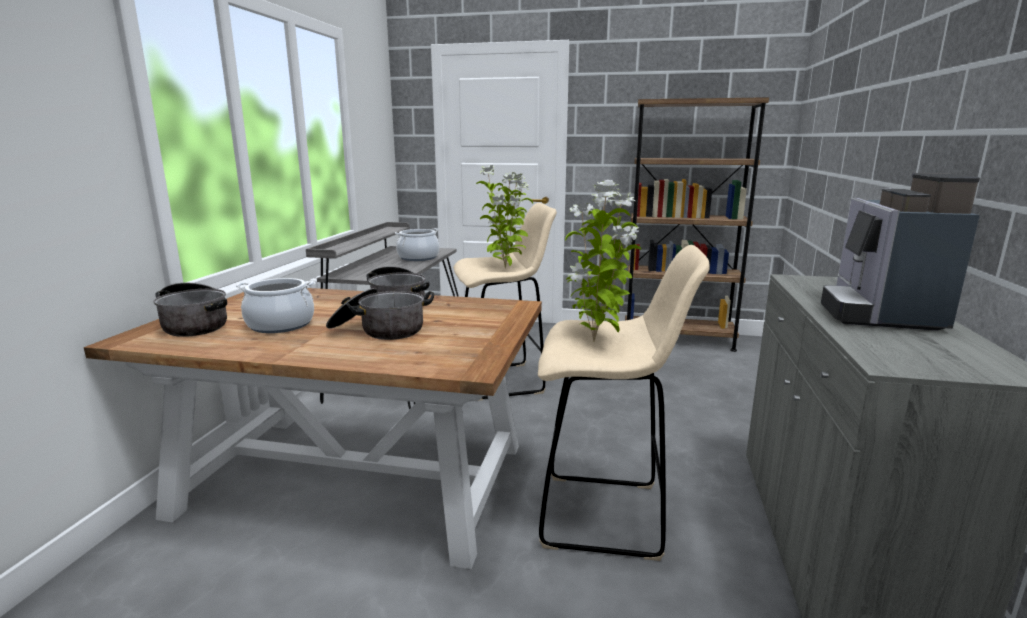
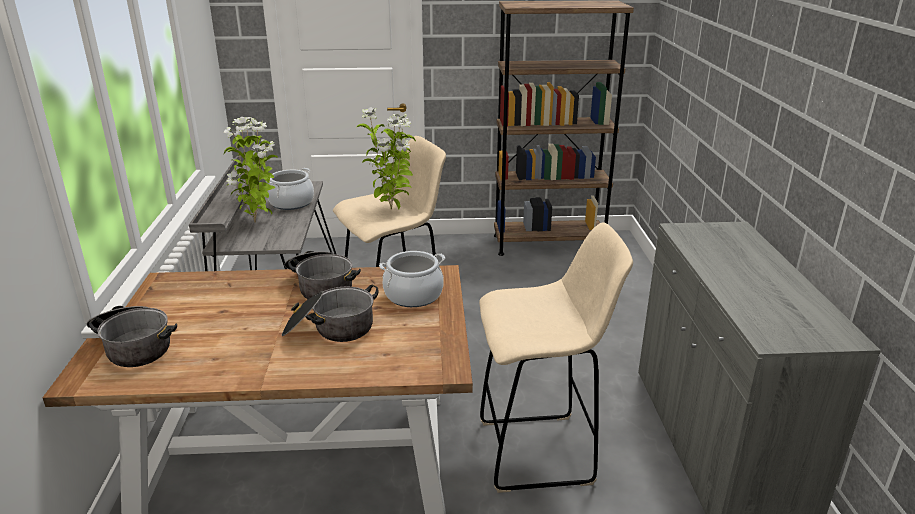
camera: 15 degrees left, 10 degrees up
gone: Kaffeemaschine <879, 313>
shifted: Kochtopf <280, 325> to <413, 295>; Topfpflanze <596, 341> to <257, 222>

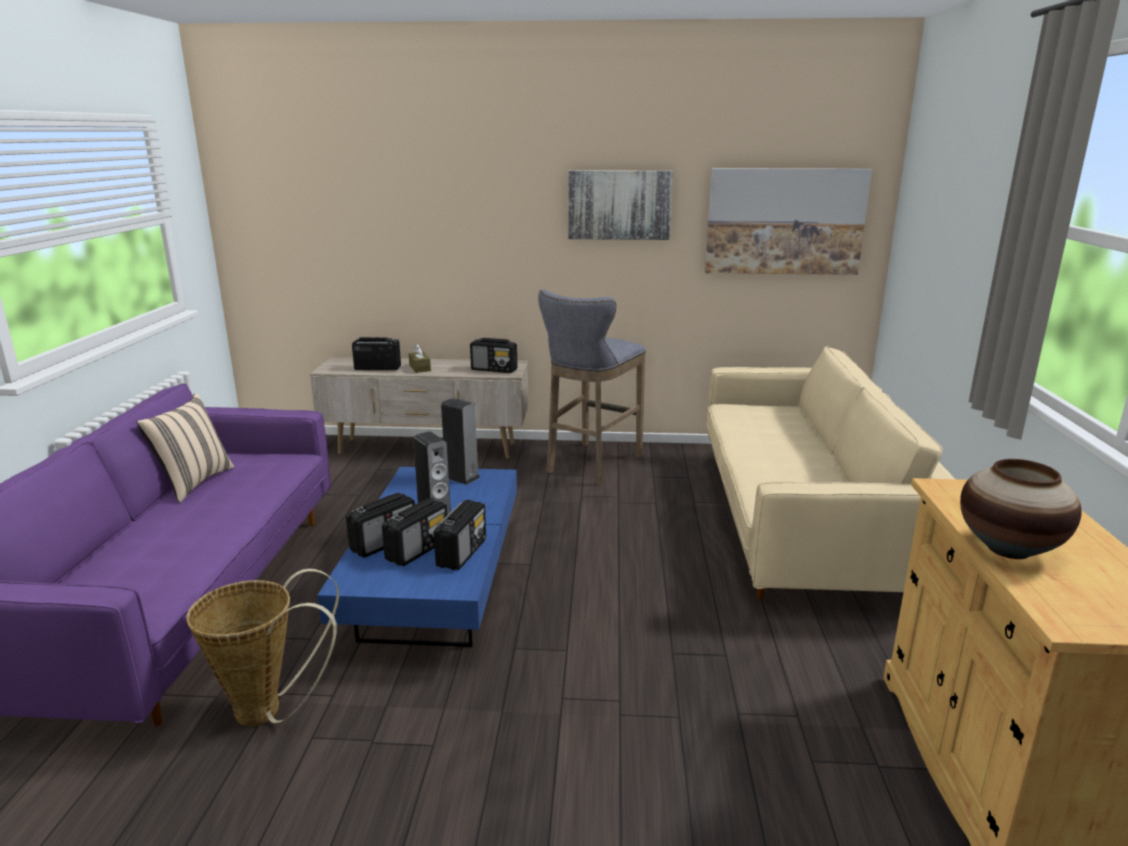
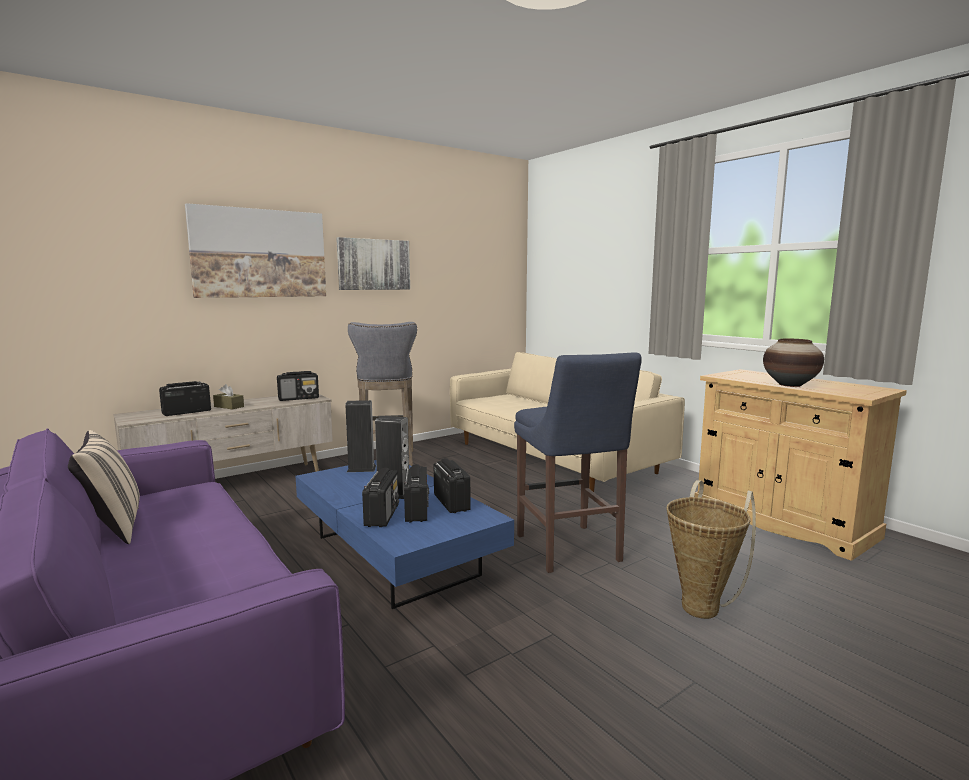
camera: 40 degrees left, 10 degrees down
new: Hocker (blau) <569, 550>
shifted: Korb <269, 711> to <703, 605>; Bild <784, 221> to <259, 253>

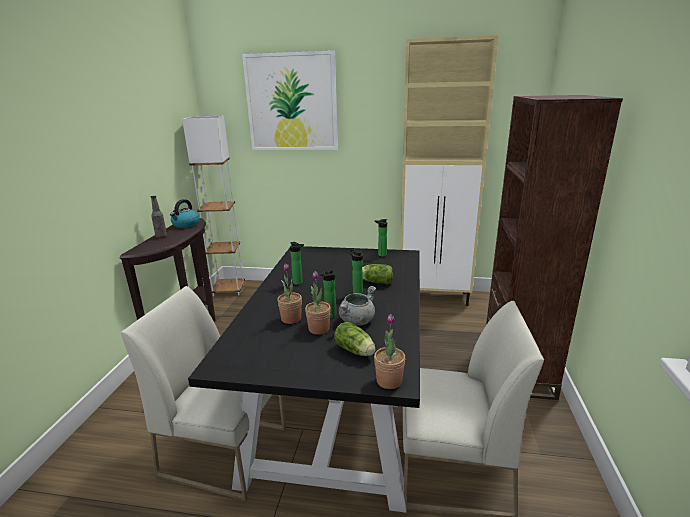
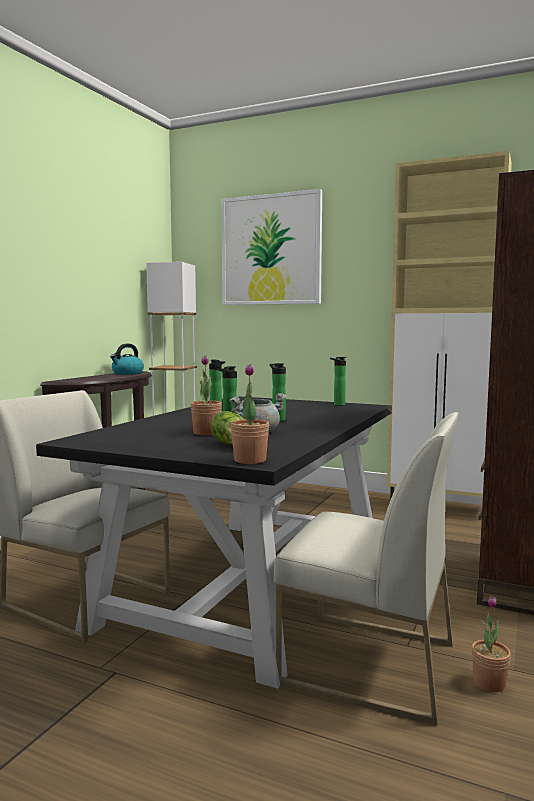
camera: 15 degrees right, 15 degrees down
gone: Flasche <161, 236>; Salatkopf <375, 282>
shifted: Topfpflanze <291, 319> to <489, 683>

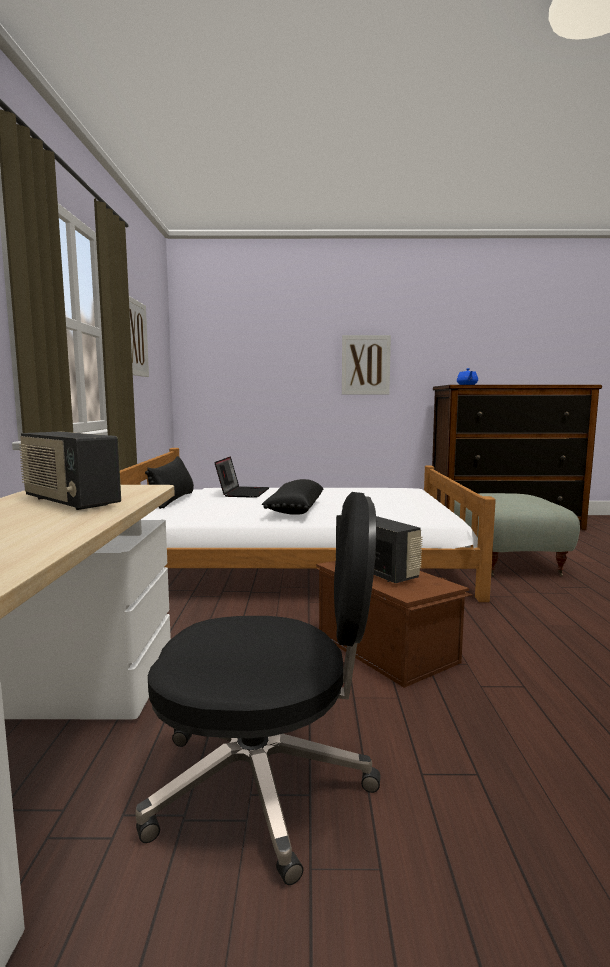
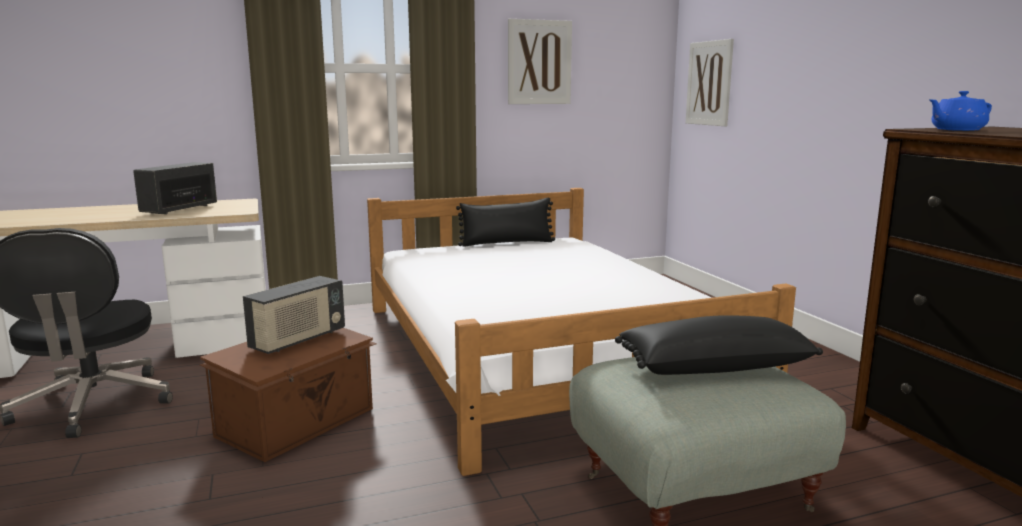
camera: 70 degrees right, 5 degrees up
gone: Laptop <243, 492>
shifted: Kissen (schwarz) <294, 509> to <713, 366>; Bild <365, 365> to <709, 83>

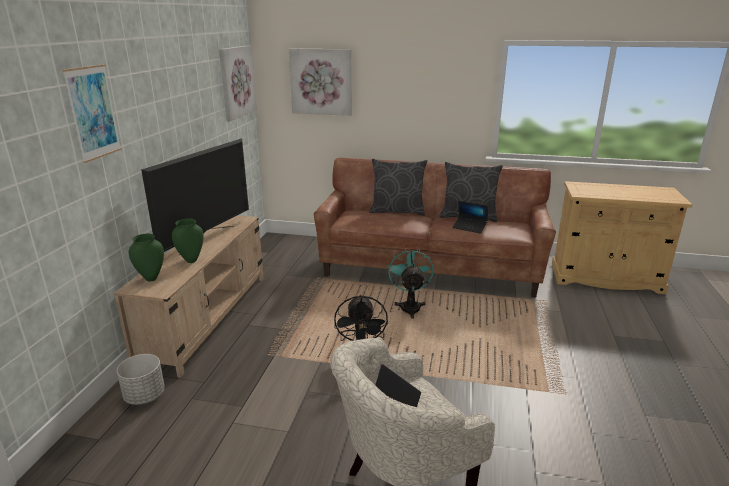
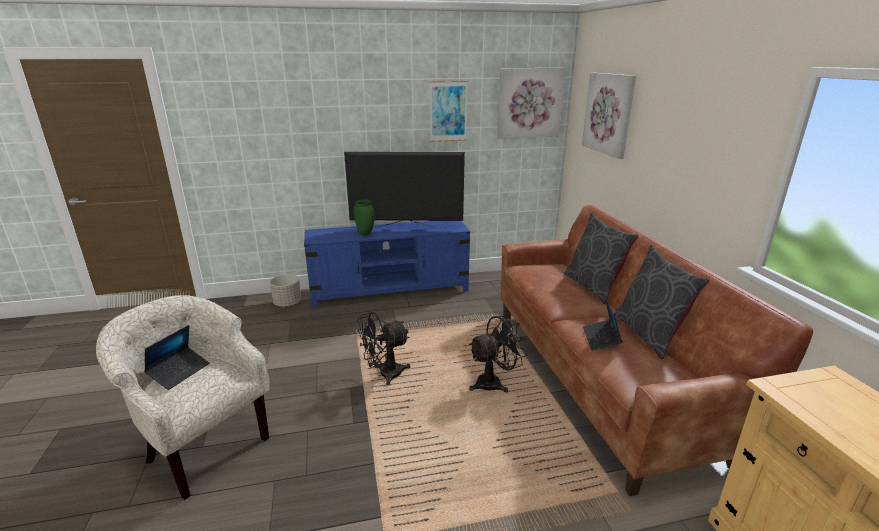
camera: 65 degrees right, 0 degrees up
gone: Vase (grün) <151, 278>
shifted: Bild <93, 112> to <448, 111>
repainted: Fernsehschrank (beige) <207, 317> to Fernsehschrank (blau) <390, 290>; Ventilator (türkis) <410, 306> to Ventilator (schwarz) <494, 382>

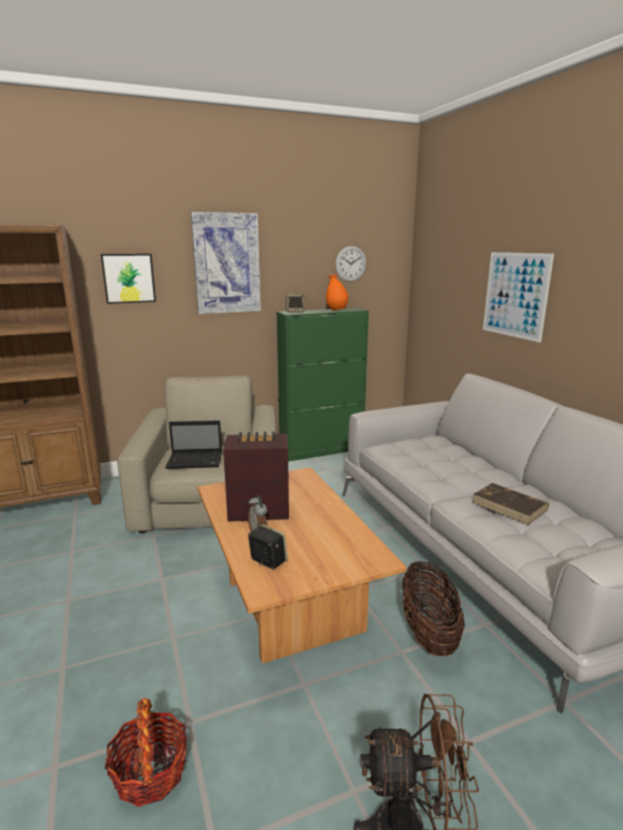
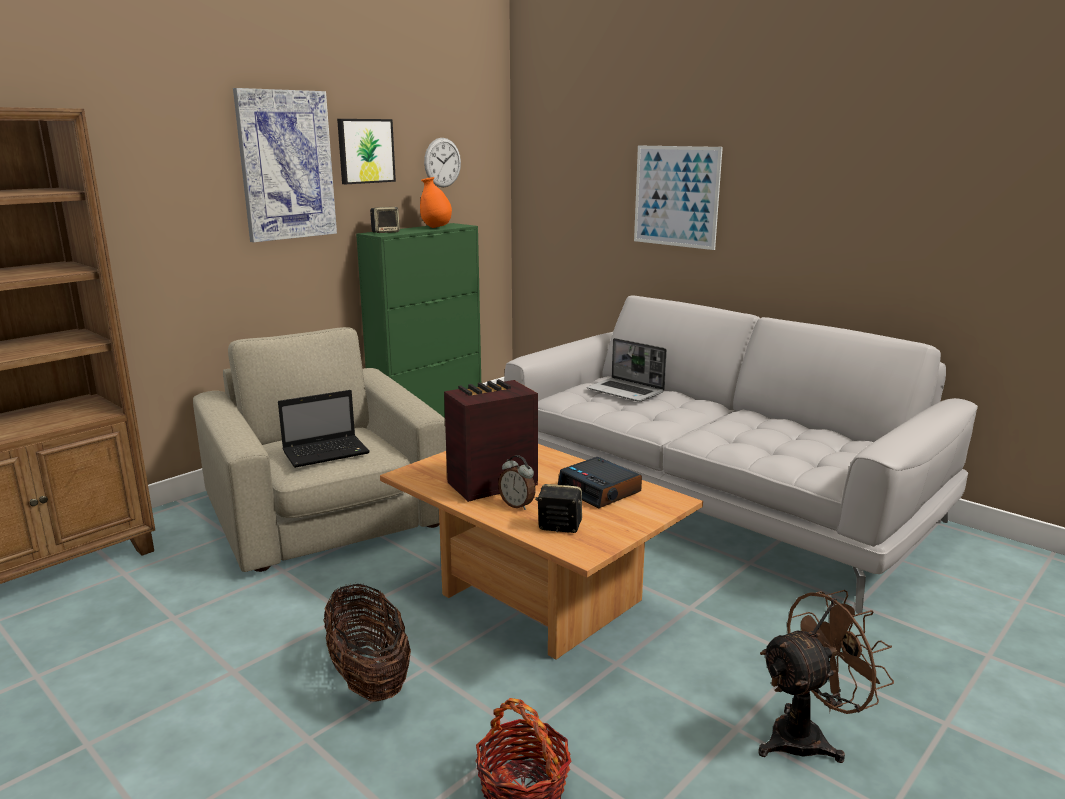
camera: 25 degrees left, 0 degrees up
gone: Buch (braun) <510, 506>
new: Wecker <600, 490>; Laptop <626, 391>
shifted: Bild <128, 278> to <365, 151>; Korb <428, 633> to <369, 678>

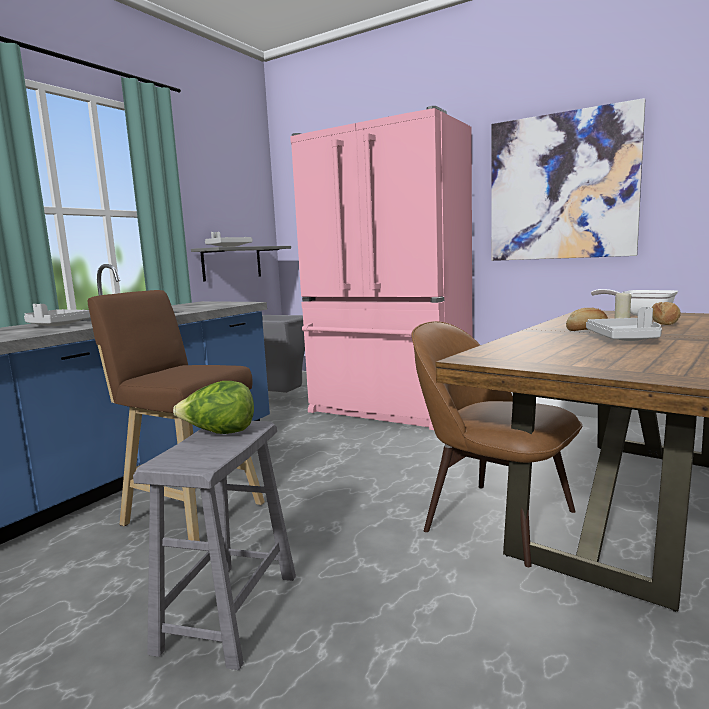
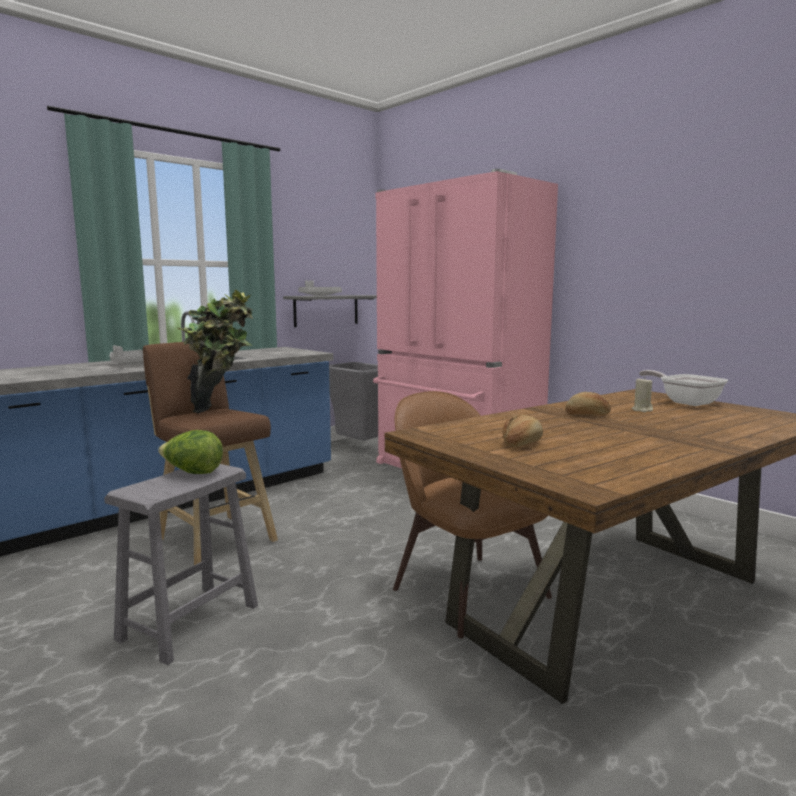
camera: 15 degrees right, 0 degrees up
gone: Bild <562, 187>; Tablett (grau) <625, 339>
new: Topfpflanze <221, 409>
shifted: Brot <664, 323> to <521, 443>

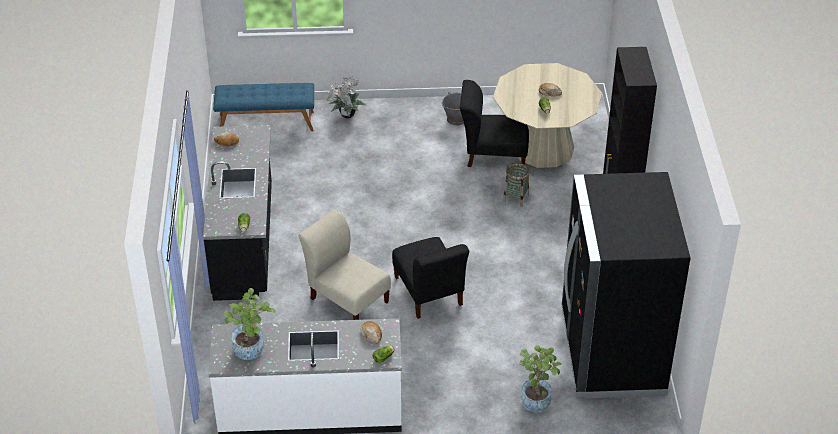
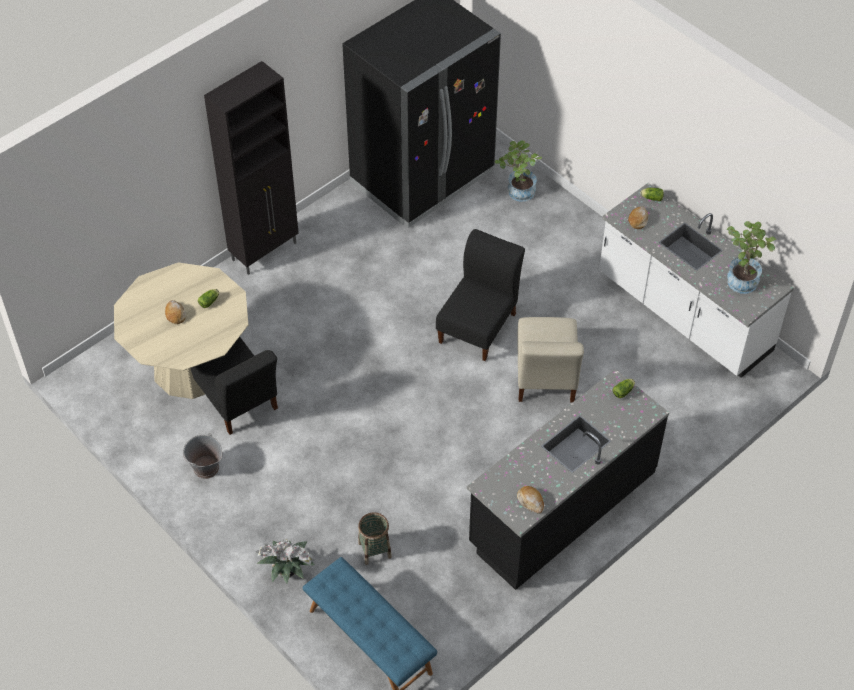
camera: 130 degrees left, 10 degrees up
shifted: Korb <516, 198> to <374, 550>

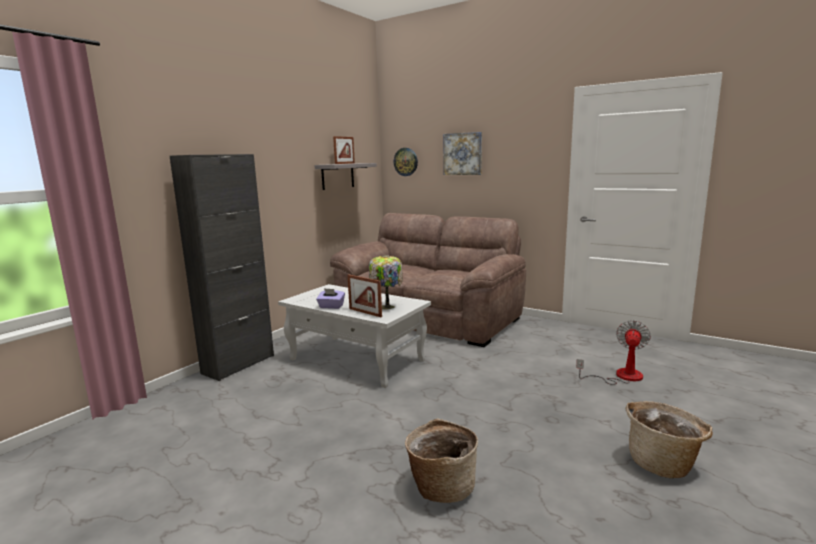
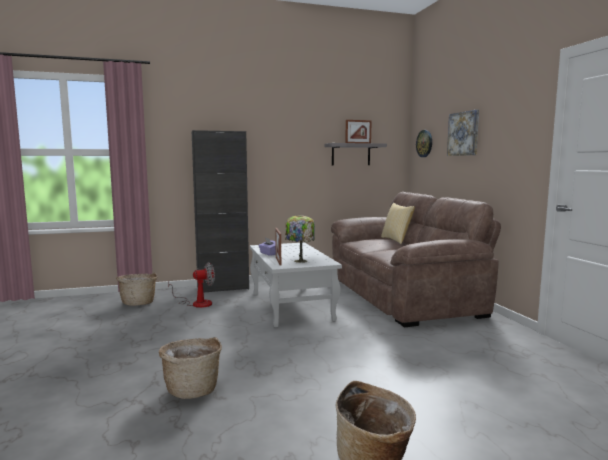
camera: 40 degrees right, 5 degrees down
new: Korb <139, 303>; Kissen <396, 240>
shifted: Ventilator <620, 376> to <196, 303>

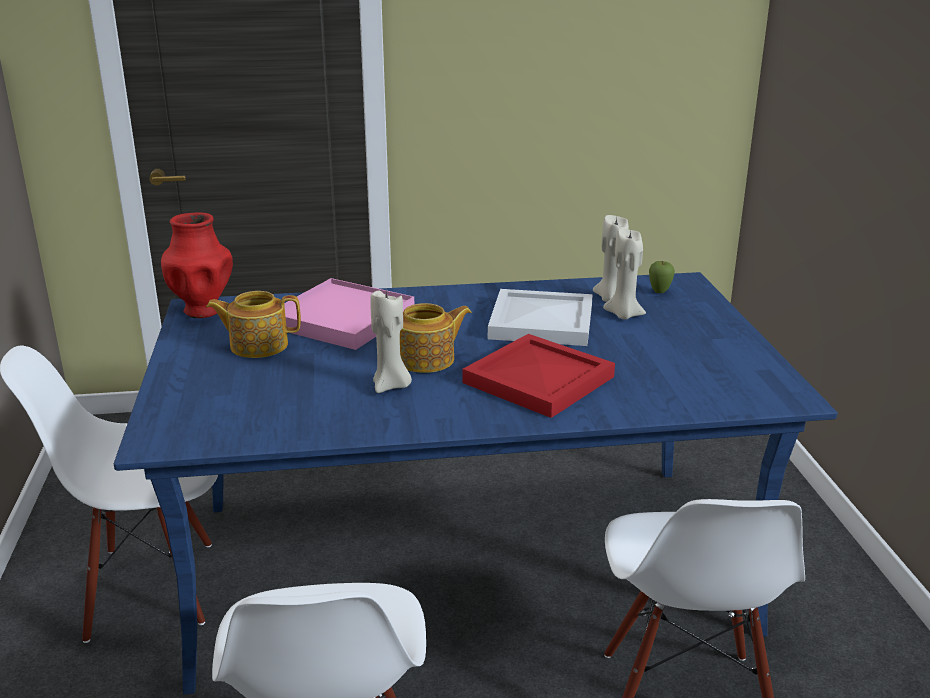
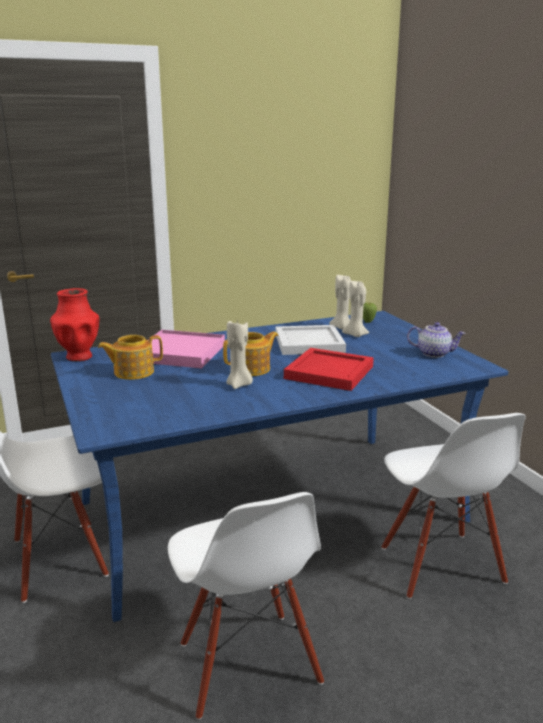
camera: 15 degrees left, 5 degrees down
new: Teekanne <434, 353>

